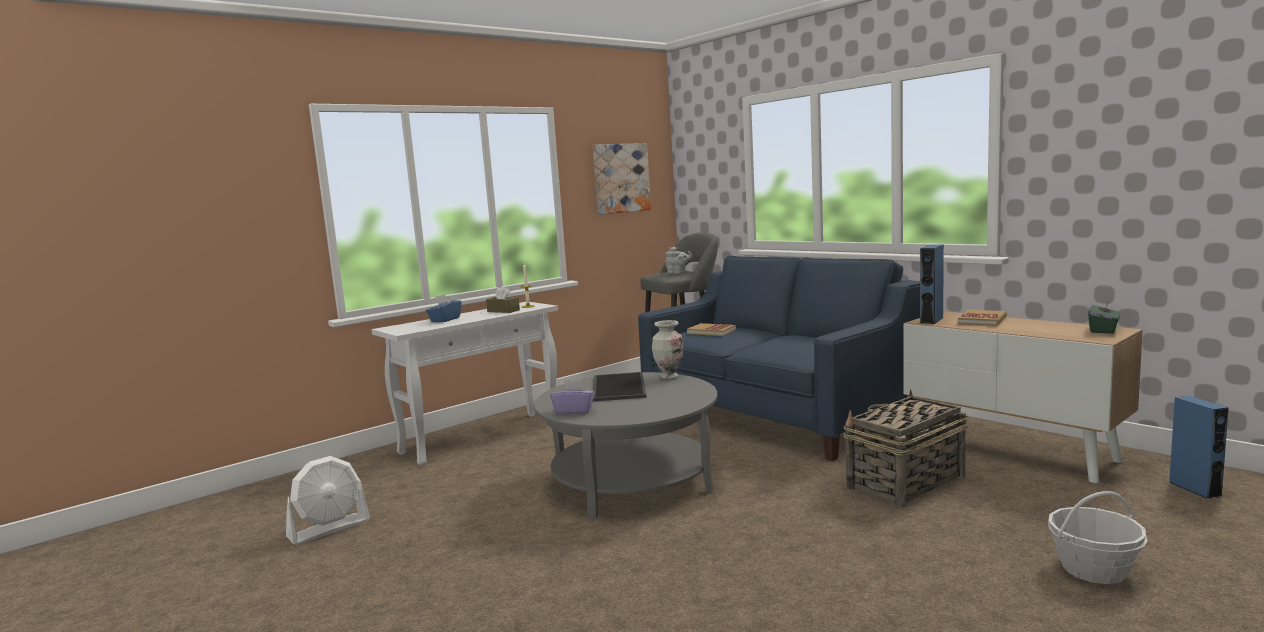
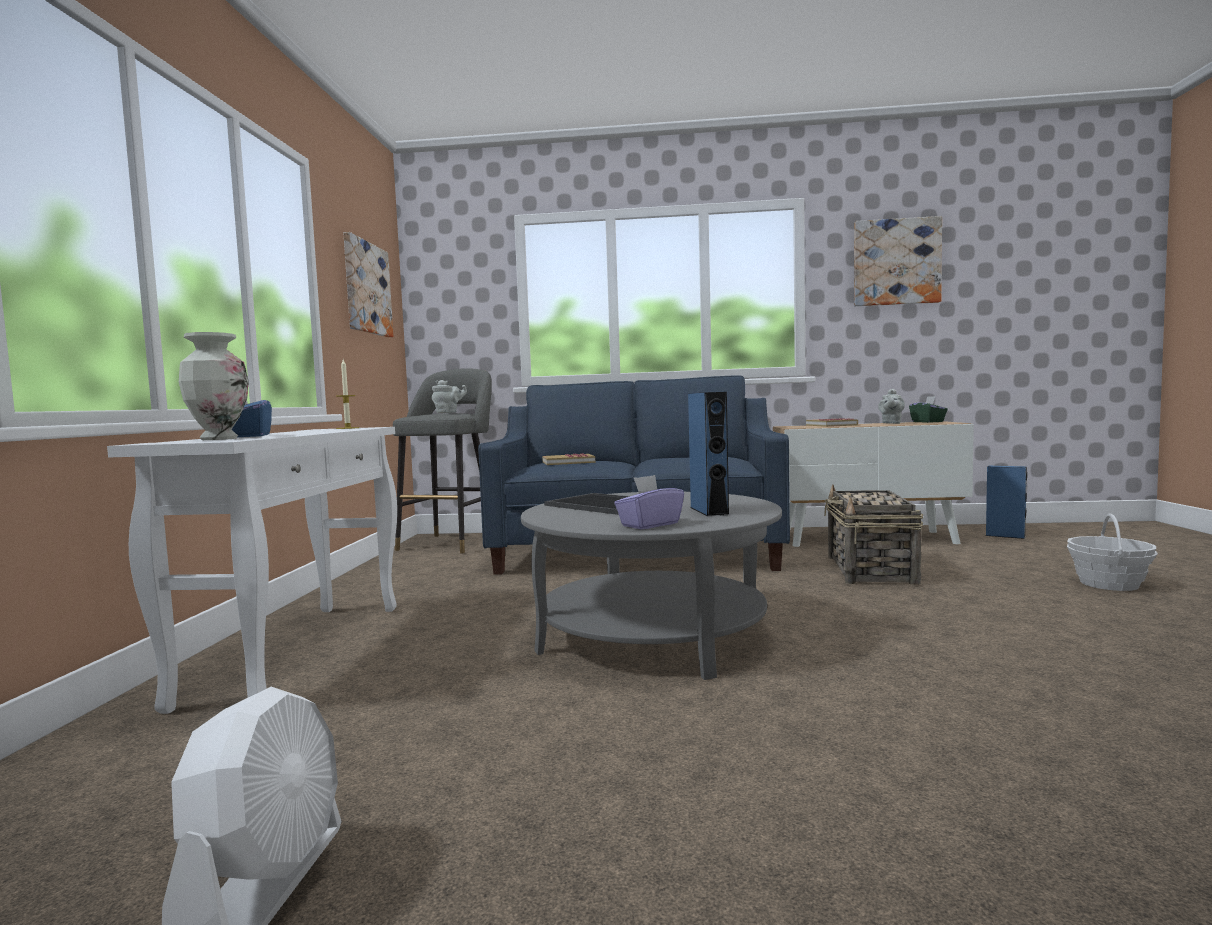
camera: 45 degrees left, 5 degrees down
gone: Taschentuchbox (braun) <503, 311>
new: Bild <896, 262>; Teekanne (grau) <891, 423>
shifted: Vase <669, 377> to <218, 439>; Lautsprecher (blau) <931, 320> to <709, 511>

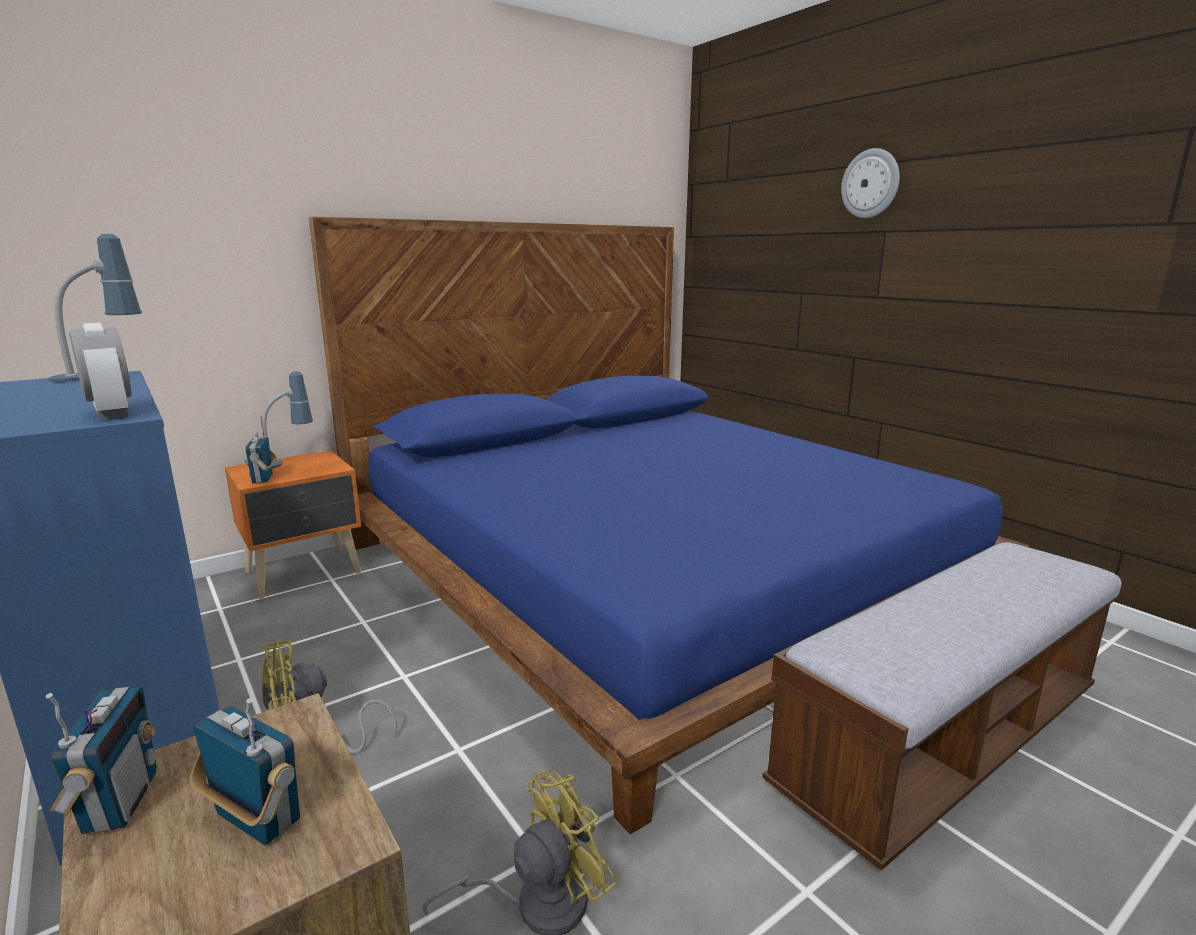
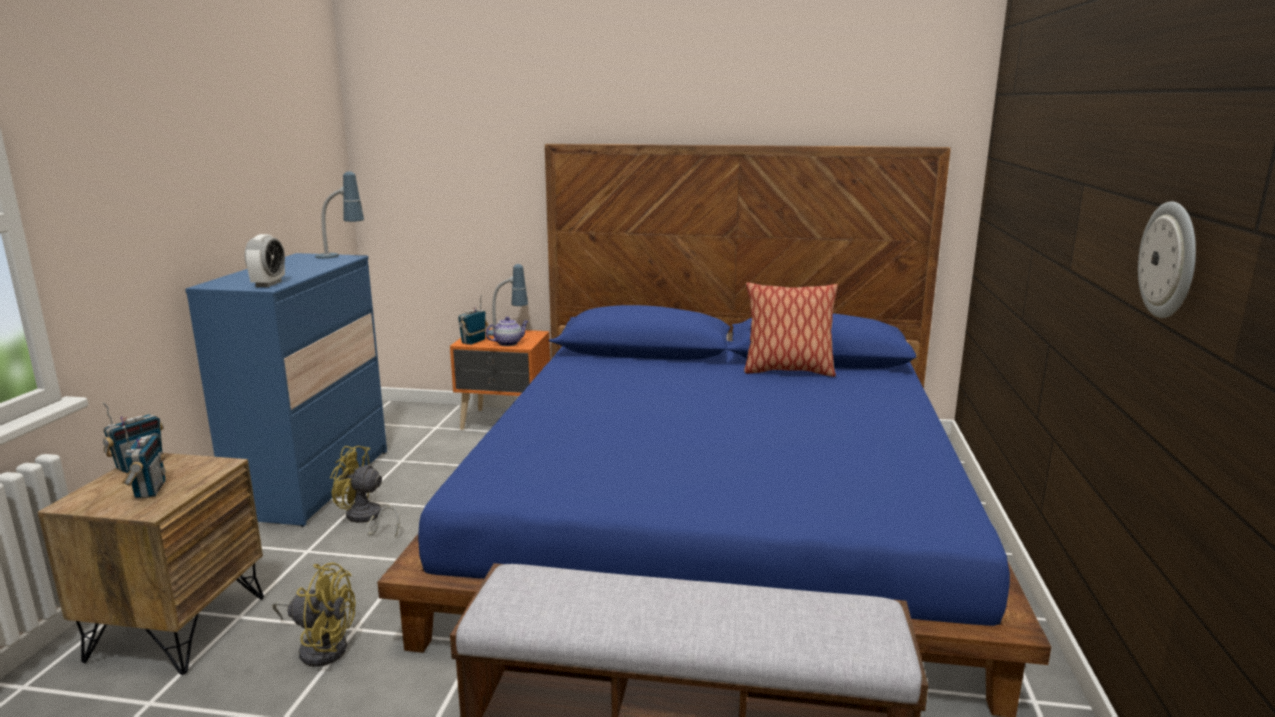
camera: 45 degrees right, 0 degrees up
new: Teekanne <508, 343>; Kissen <788, 371>
shifted: Wanduhr <870, 184> to <1170, 260>

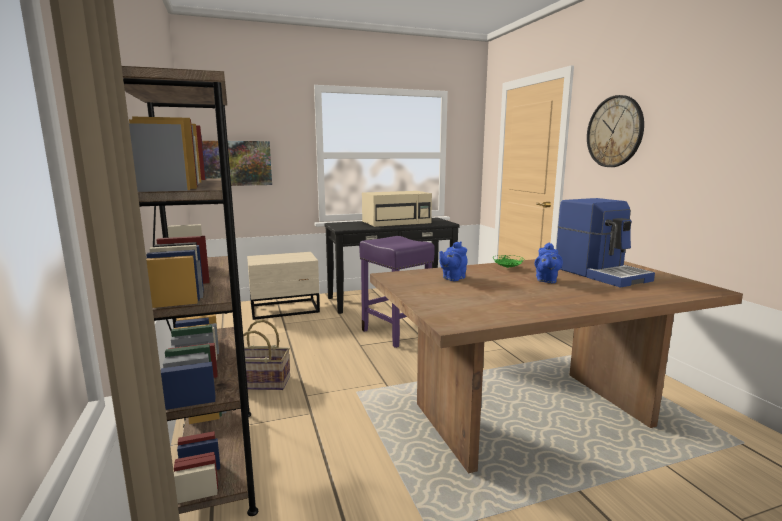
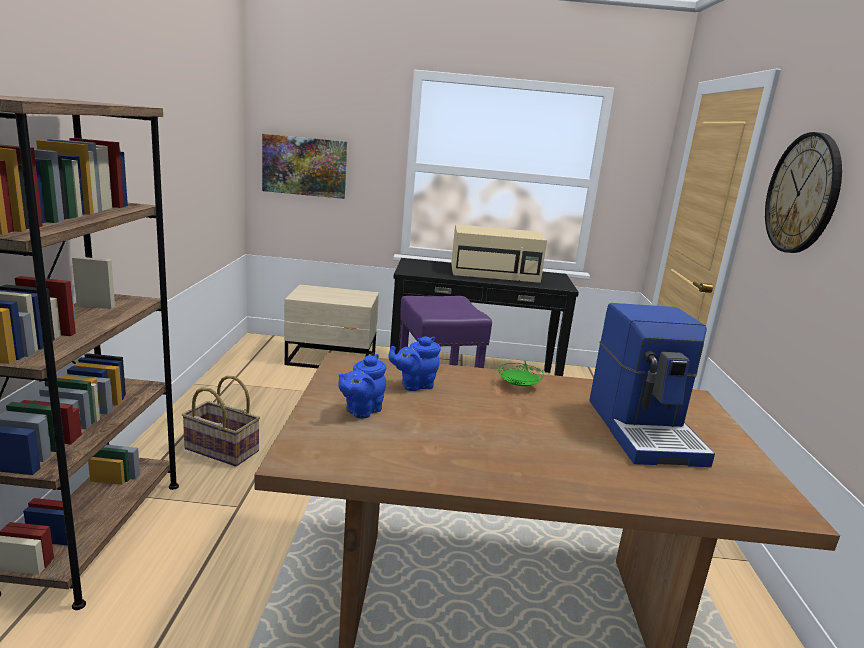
camera: 20 degrees right, 5 degrees up
shifted: Teekanne (blau) <546, 280> to <361, 411>

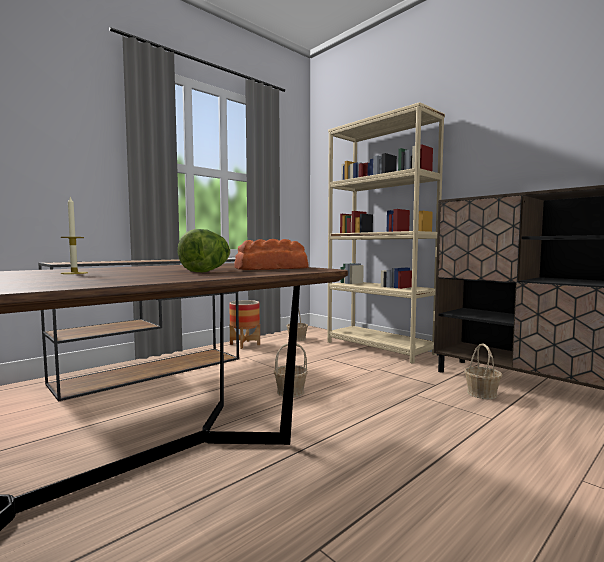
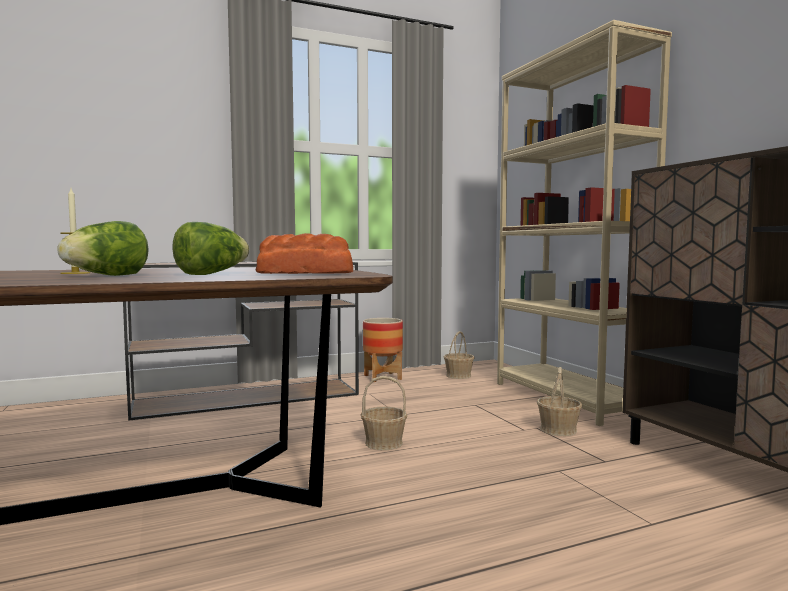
camera: 20 degrees right, 0 degrees up
new: Salatkopf <107, 276>
shifted: Korb <482, 393> to <558, 430>

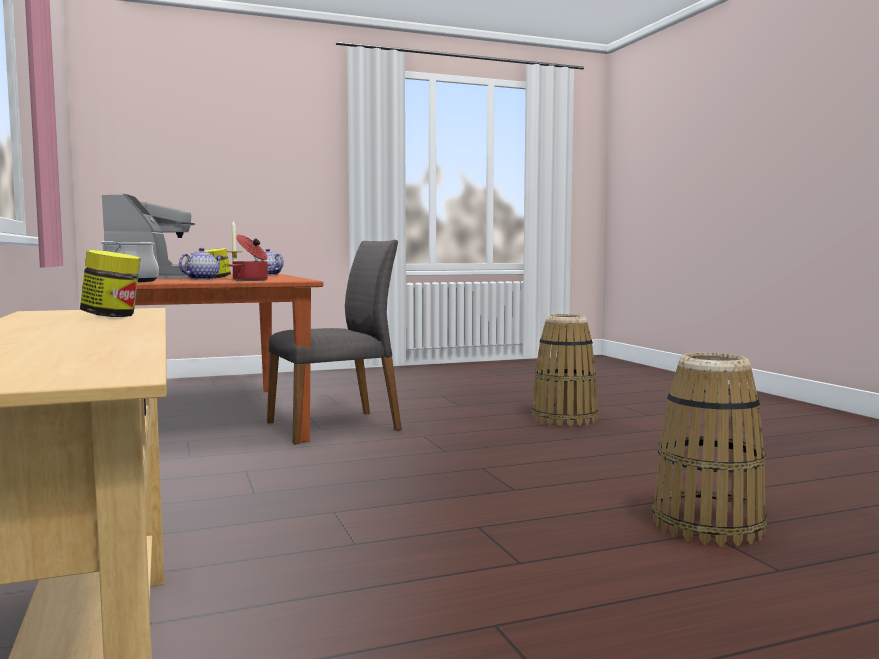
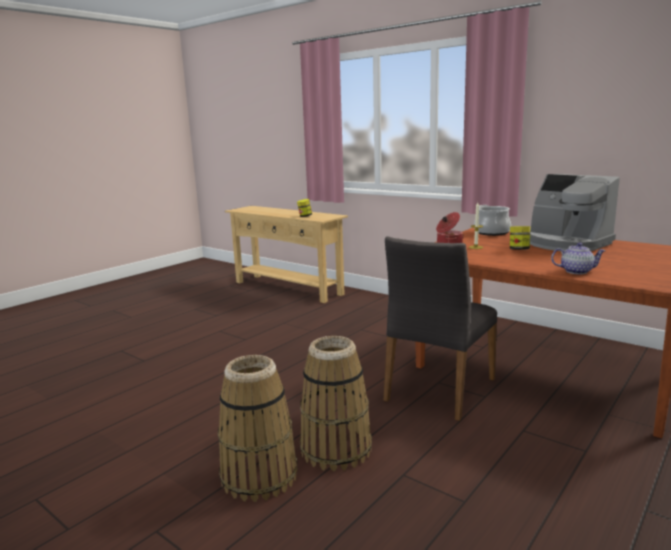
camera: 150 degrees right, 10 degrees up
gone: Teekanne <202, 279>
shifted: Korb <707, 525> to <336, 449>

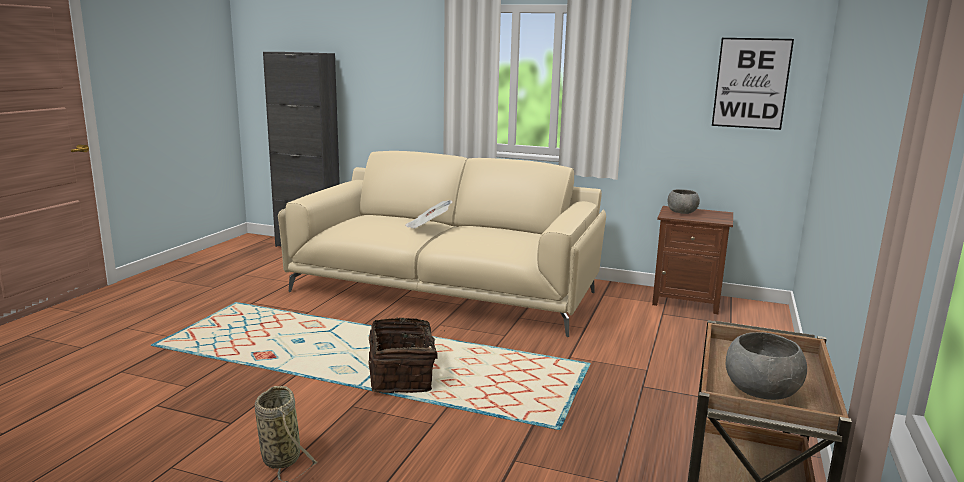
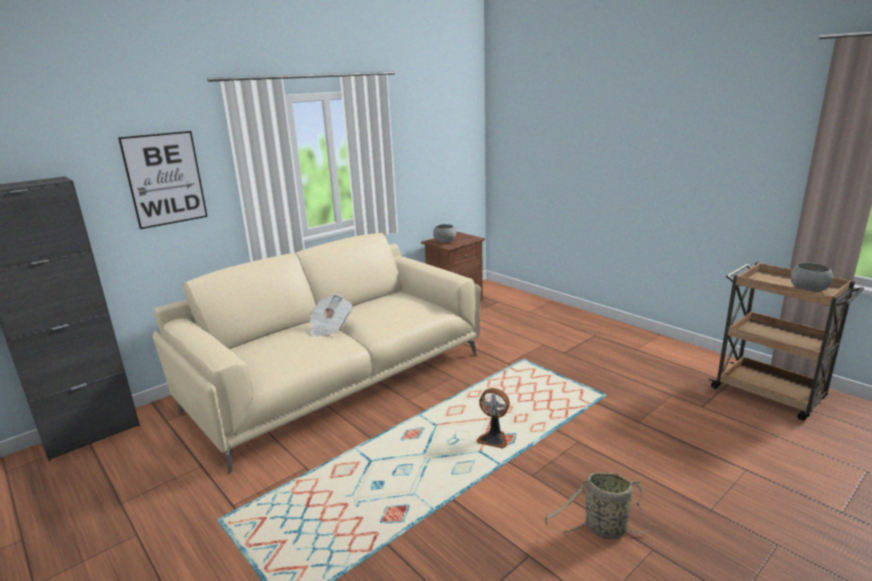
camera: 60 degrees left, 5 degrees up
shifted: Bild <751, 83> to <165, 179>
swapped: Korb <402, 376> to Ventilator <494, 439>

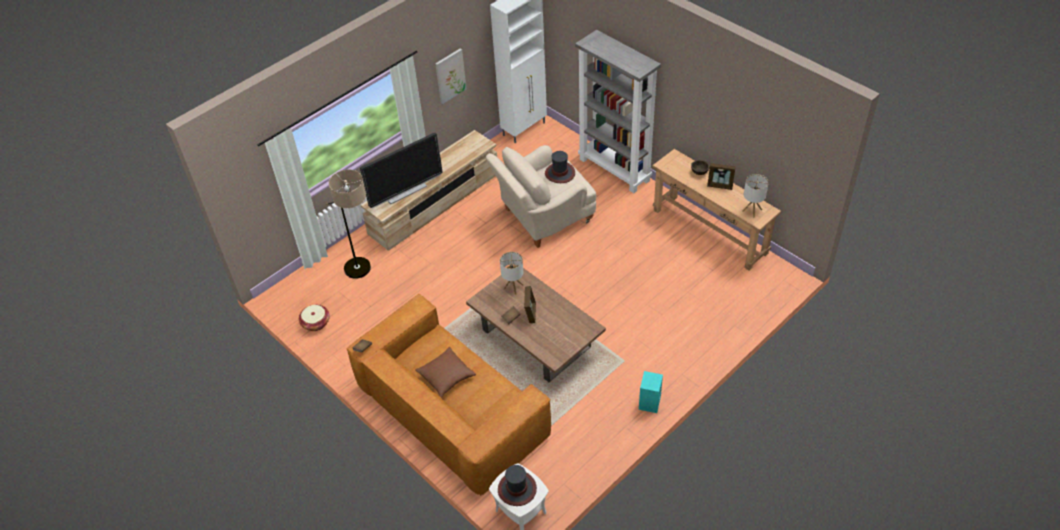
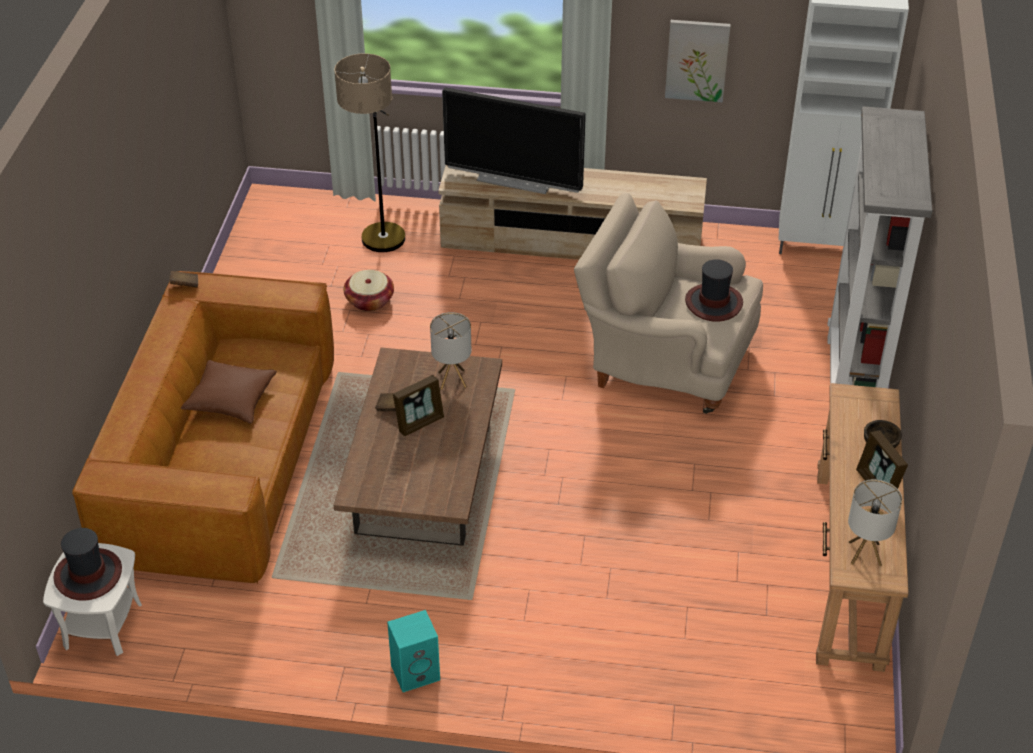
camera: 50 degrees right, 5 degrees down
shifted: Korb <316, 323> to <369, 300>

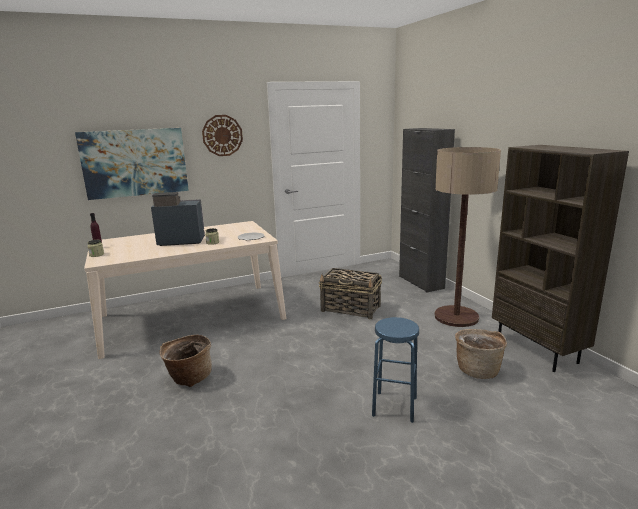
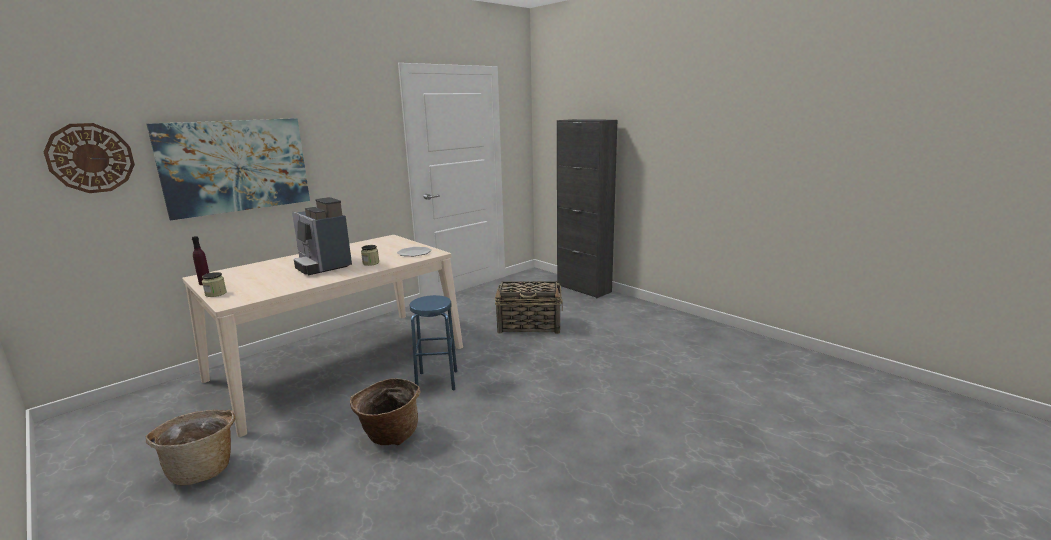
camera: 20 degrees left, 0 degrees up
gone: Stehlampe <456, 317>; Bücherregal (braun) <537, 350>
shifted: Wanduhr <222, 135> to <91, 158>; Hocker (blau) <394, 406> to <437, 381>; Korb <478, 370> to <203, 468>
rotated: Kaffeemaschine <179, 241> = <322, 265> 105 degrees counterclockwise

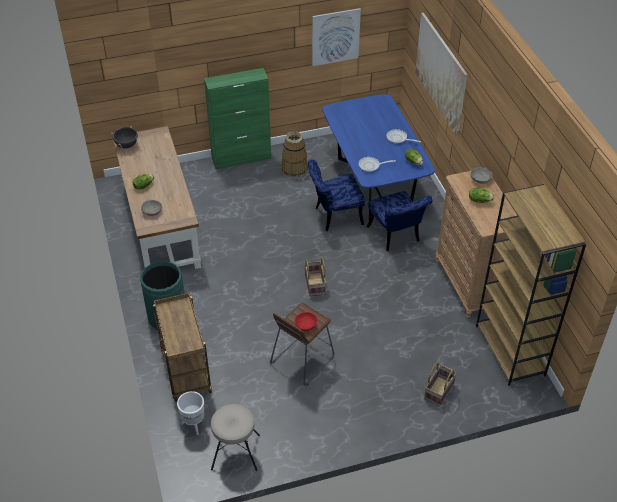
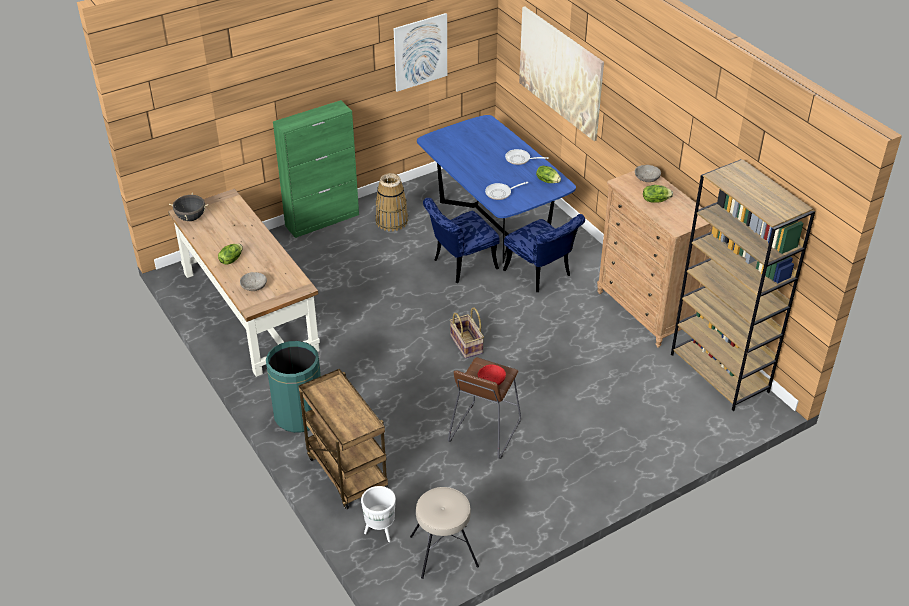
camera: 15 degrees left, 5 degrees down
gone: Korb <438, 391>

